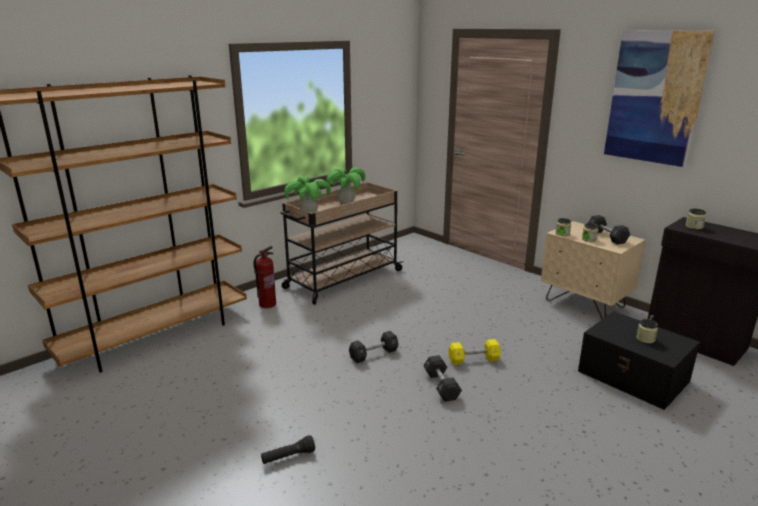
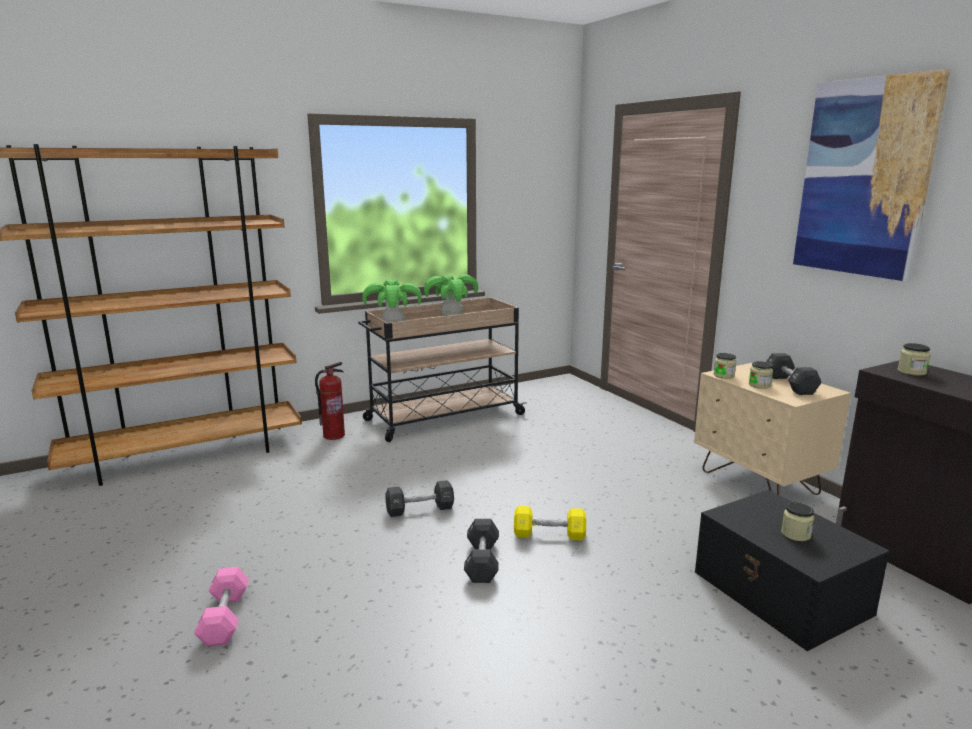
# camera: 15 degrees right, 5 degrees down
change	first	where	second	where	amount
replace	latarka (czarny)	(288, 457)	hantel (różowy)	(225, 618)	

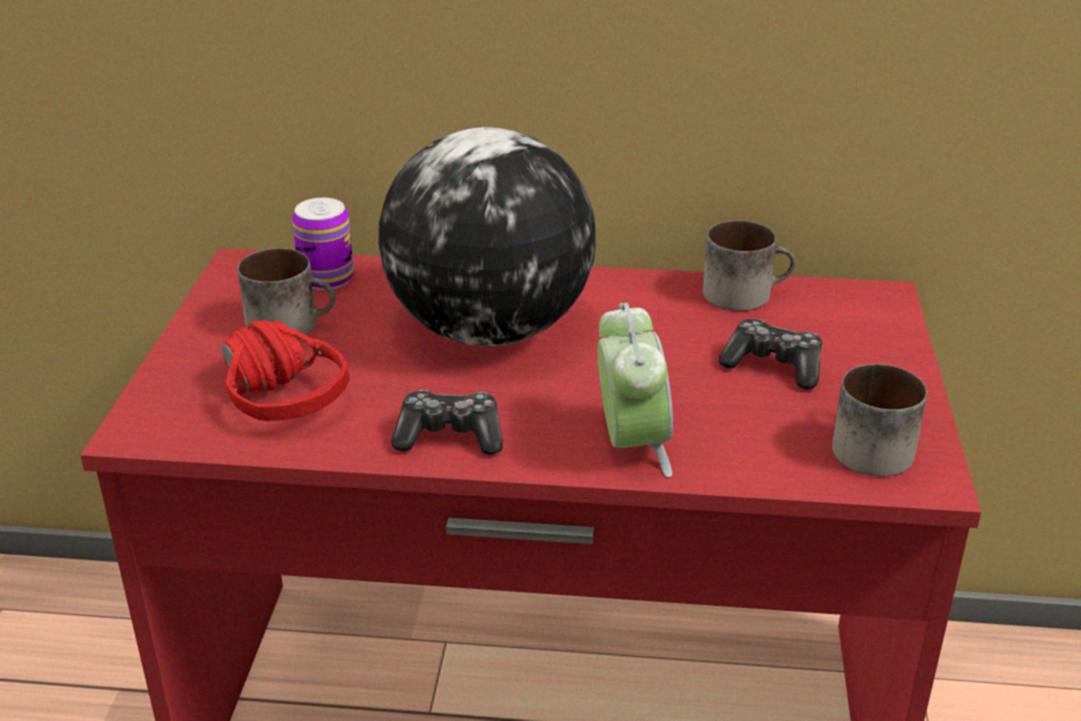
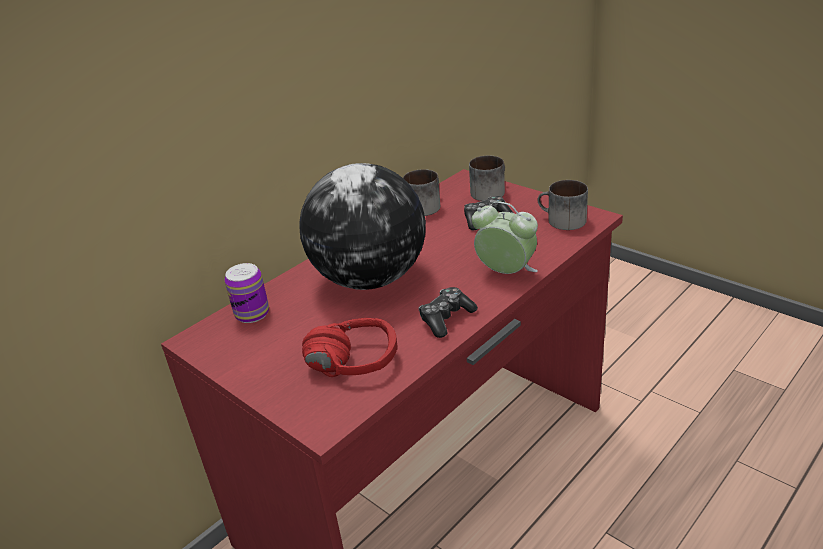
# camera: 50 degrees left, 0 degrees up
change	first	where	second	where	amount
move	kubek	(292, 324)		(489, 191)	

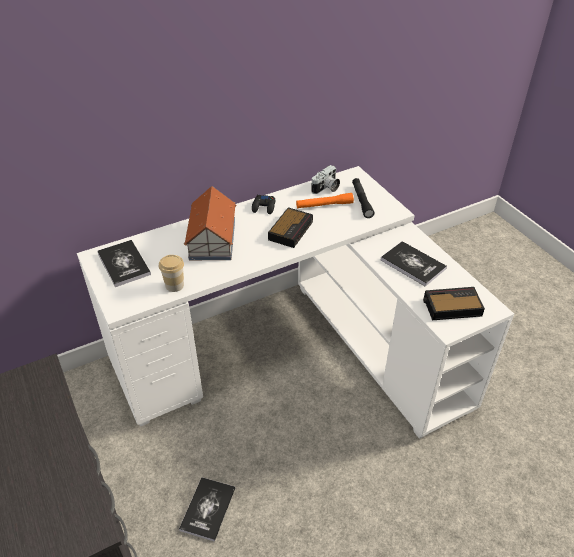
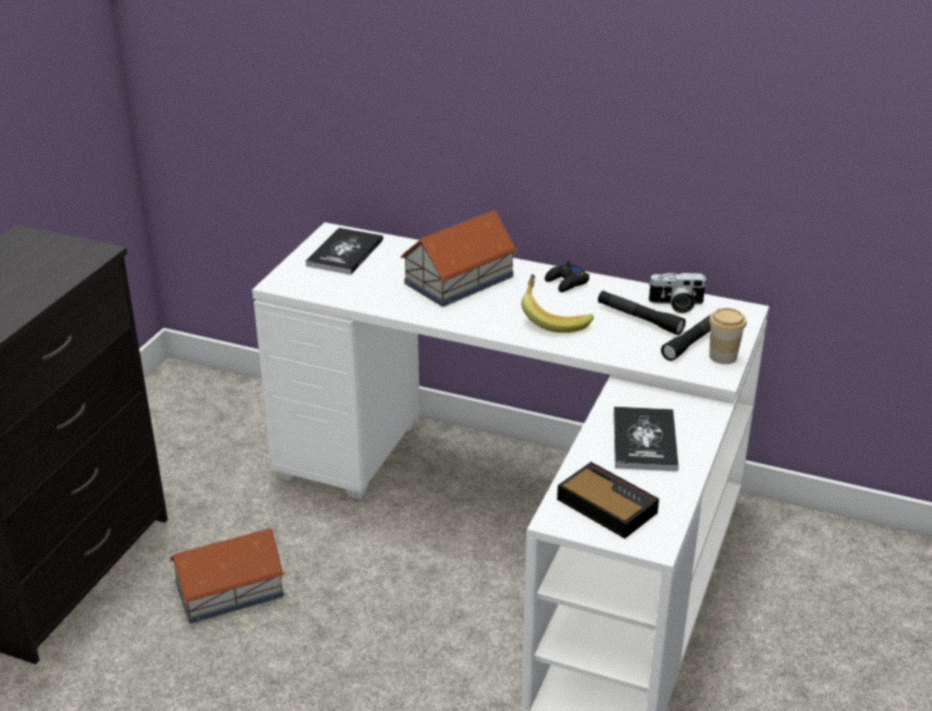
# camera: 50 degrees right, 10 degrees down
change	first	where	second	where	amount
move	filiżanka	(174, 285)		(723, 356)	
replace	książka	(208, 509)	domek	(228, 589)	
replace	budzik	(291, 230)	banan	(554, 318)	
recolor	latarka (pomarańczowy)	(324, 205)	latarka (czarny)	(639, 319)	

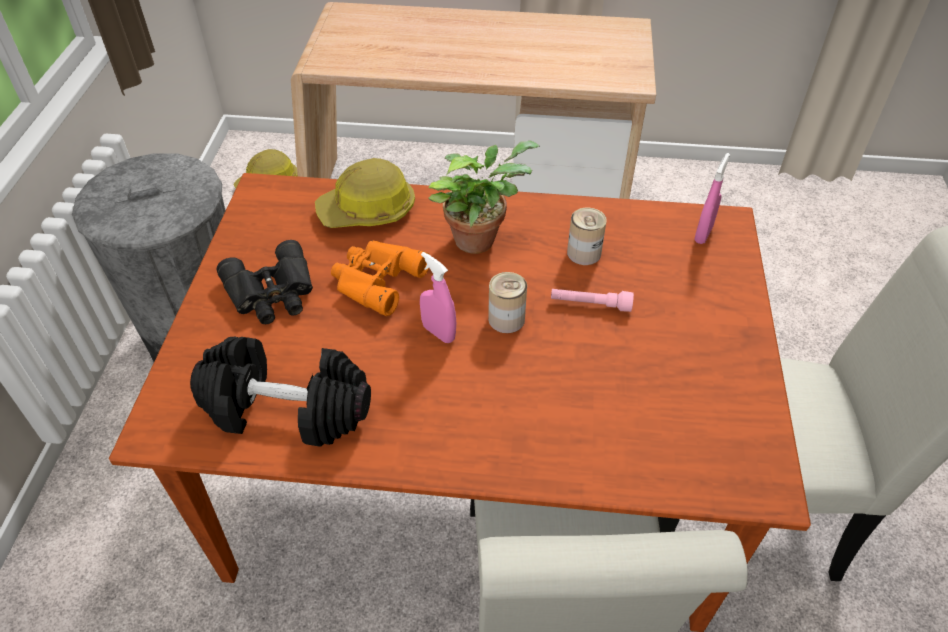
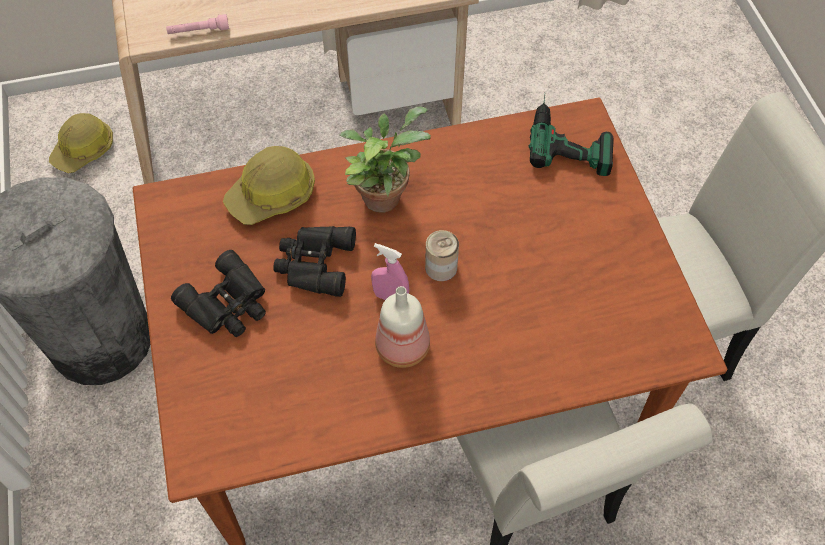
# camera: 20 degrees left, 10 degrees up
change	first	where	second	where	amount
delete	hantel (czarny)	(286, 410)			
delete	puszka	(584, 253)			
insert			butelka	(403, 345)	
move	latarka (różowy)	(590, 304)		(198, 31)	
replace	spryskiwacz (różowy)	(703, 234)	wiertarka	(570, 136)	
recolor	lornetka (pomarańczowy)	(375, 280)	lornetka (czarny)	(313, 264)	

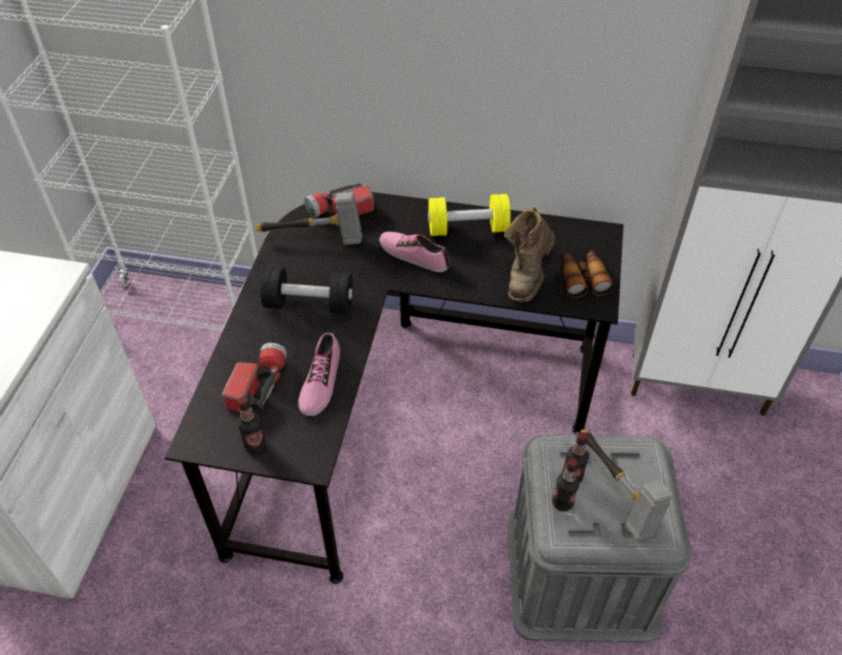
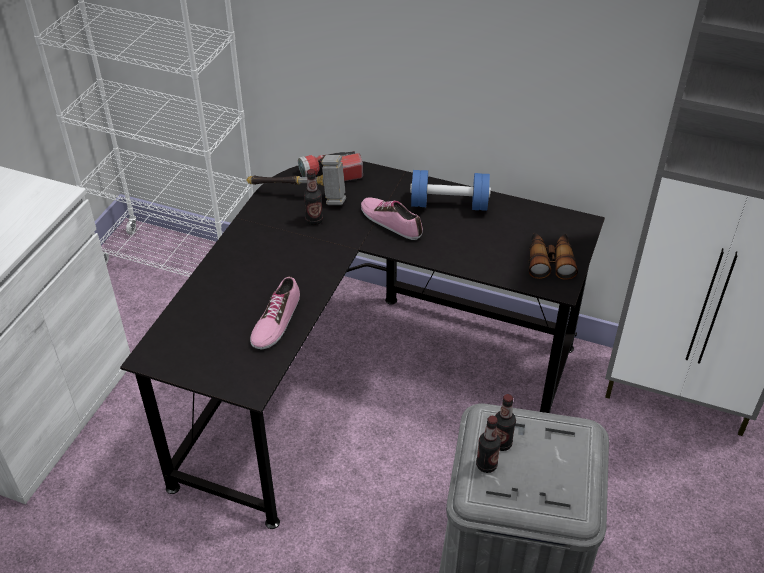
# camera: 10 degrees right, 5 degrees down
change	first	where	second	where	amount
delete	latarka	(258, 385)			
delete	hantel (czarny)	(309, 304)			
delete	but z cholewką (brązowy)	(527, 276)			
delete	młotek	(616, 491)			
move	butelka	(255, 445)		(314, 220)	
recolor	hantel (żółty)	(468, 229)	hantel (niebieski)	(449, 204)	

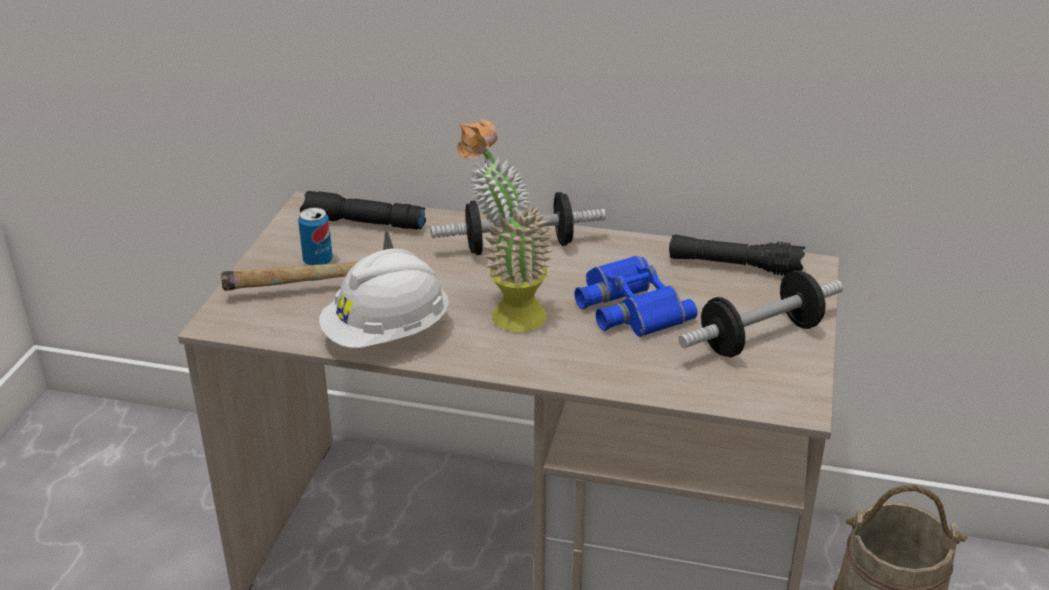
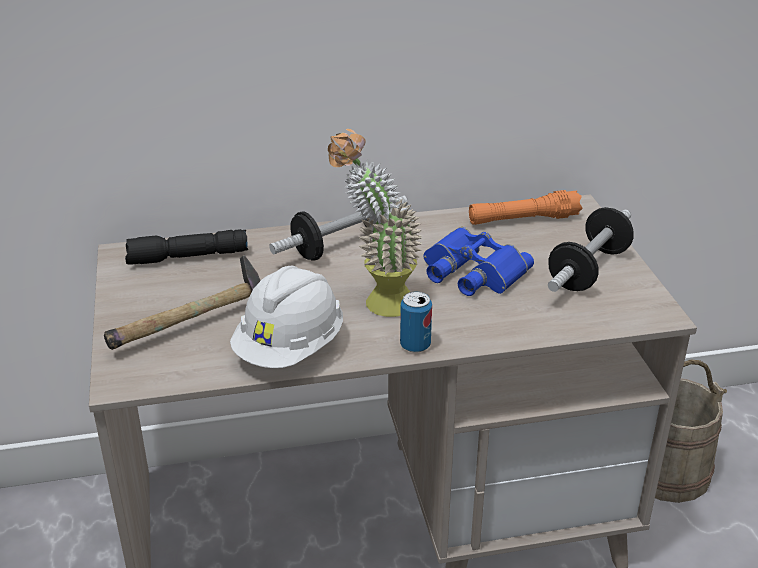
# camera: 25 degrees left, 0 degrees up
change	first	where	second	where	amount
move	puszka	(318, 261)		(415, 345)	
recolor	latarka (czarny)	(734, 266)	latarka (pomarańczowy)	(523, 219)	

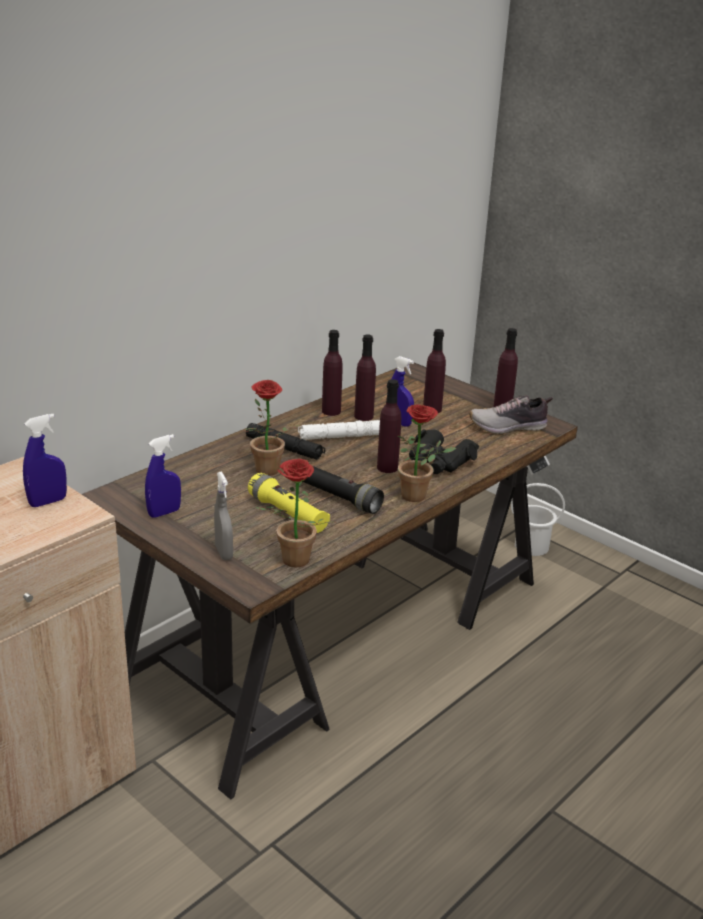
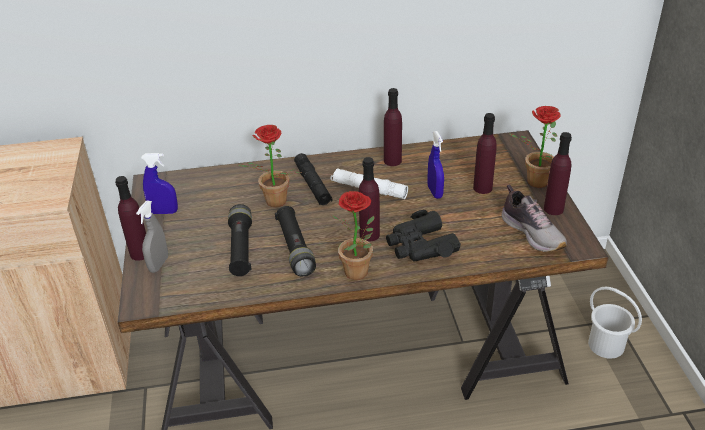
# camera: 40 degrees right, 10 degrees up
change	first	where	second	where	amount
delete	spryskiwacz (niebieski)	(48, 502)			
move	roślina doniczkowa	(291, 562)		(533, 182)	
move	butelka (fioletowy)	(363, 416)		(140, 253)	
recolor	latarka (żółty)	(287, 514)	latarka (czarny)	(241, 248)	
rotate	but	(508, 427)		(532, 233)	150 degrees counterclockwise

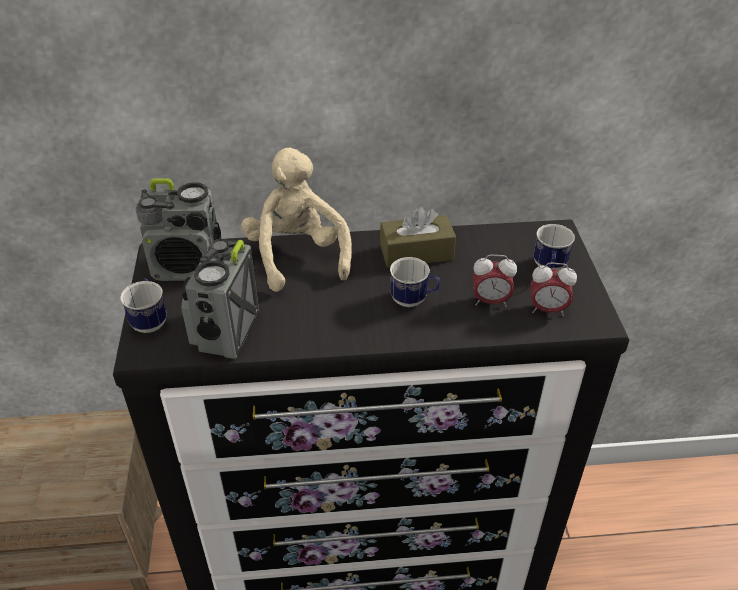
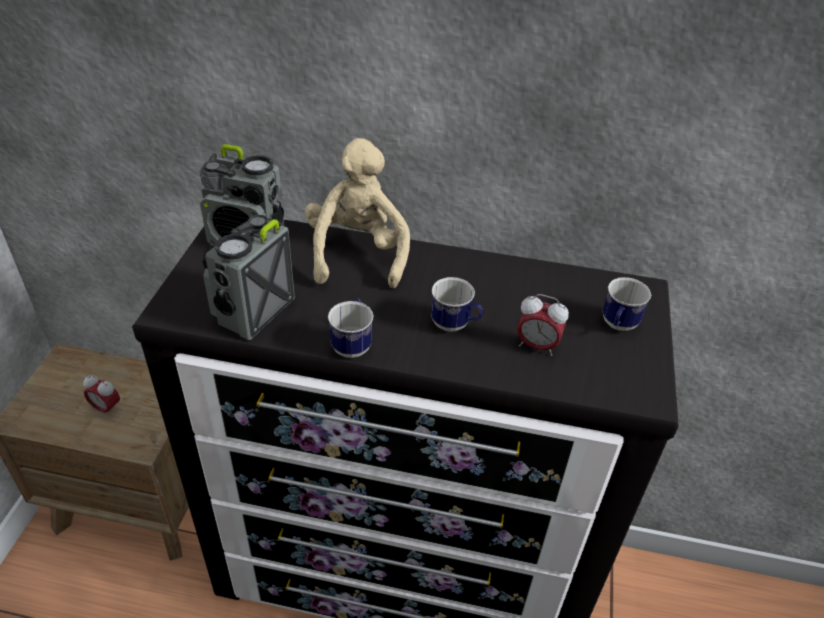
# camera: 15 degrees right, 0 degrees up
change	first	where	second	where	amount
delete	pudełko chusteczek (brązowy)	(416, 252)			
move	kubek	(150, 320)		(352, 344)	
move	budzik	(547, 309)		(106, 408)	

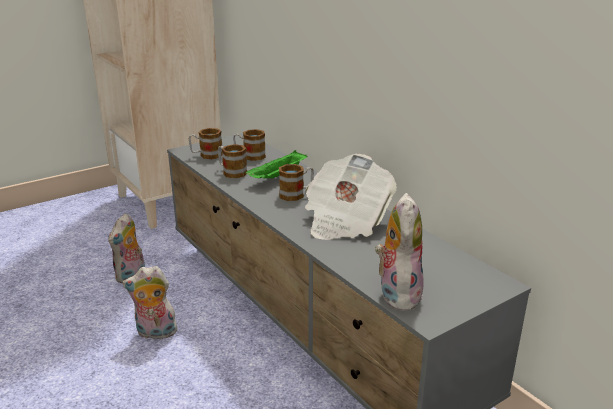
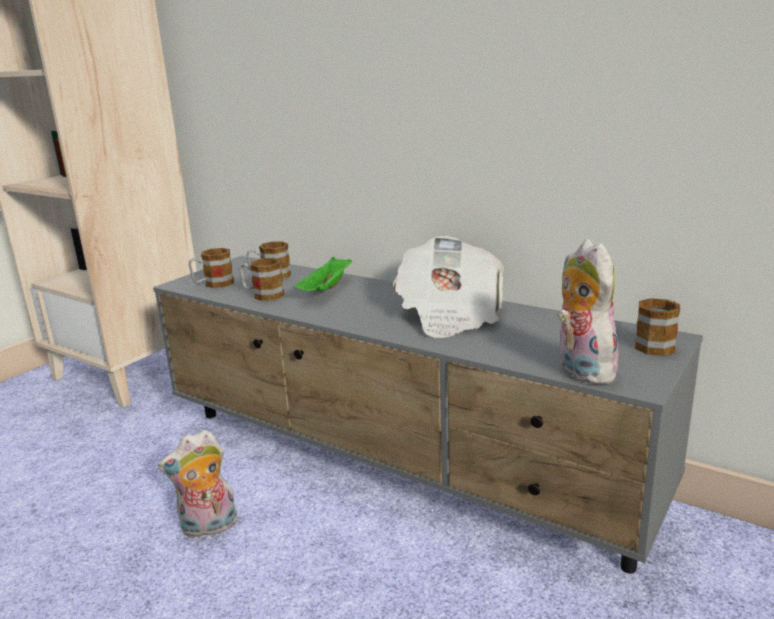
# camera: 20 degrees left, 5 degrees down
change	first	where	second	where	amount
delete	pluszak	(131, 276)			
move	kubek	(296, 194)		(658, 344)	

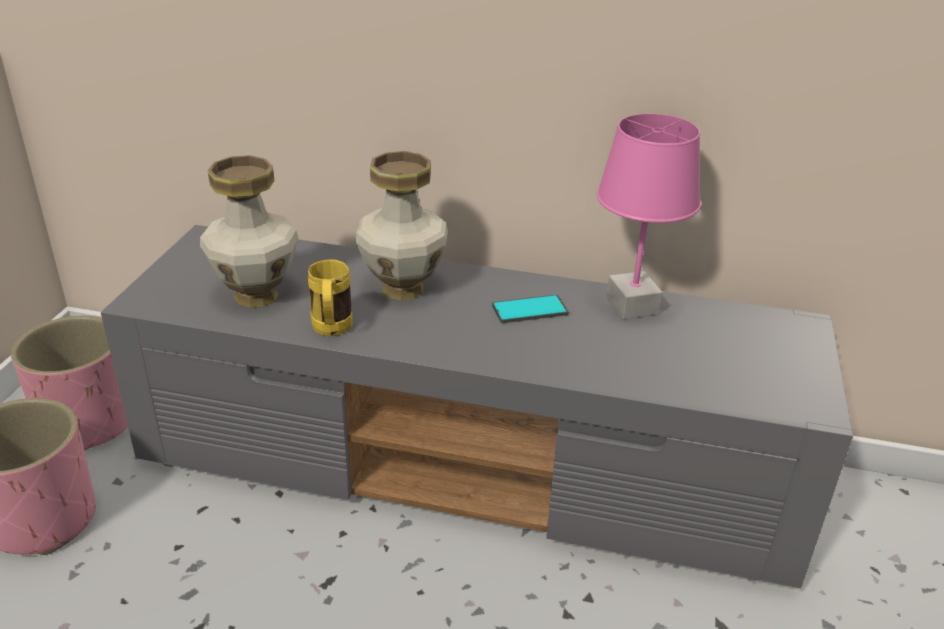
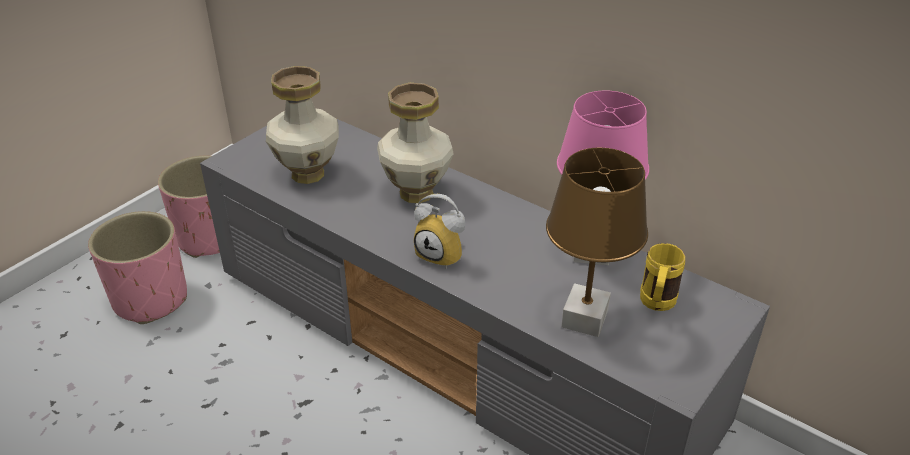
# camera: 25 degrees right, 5 degrees up
change	first	where	second	where	amount
delete	telefon	(529, 310)			
insert			budzik	(443, 255)	
insert			lampa stołowa (brązowy)	(584, 318)	
move	kubek (żółty)	(331, 331)		(656, 305)	

